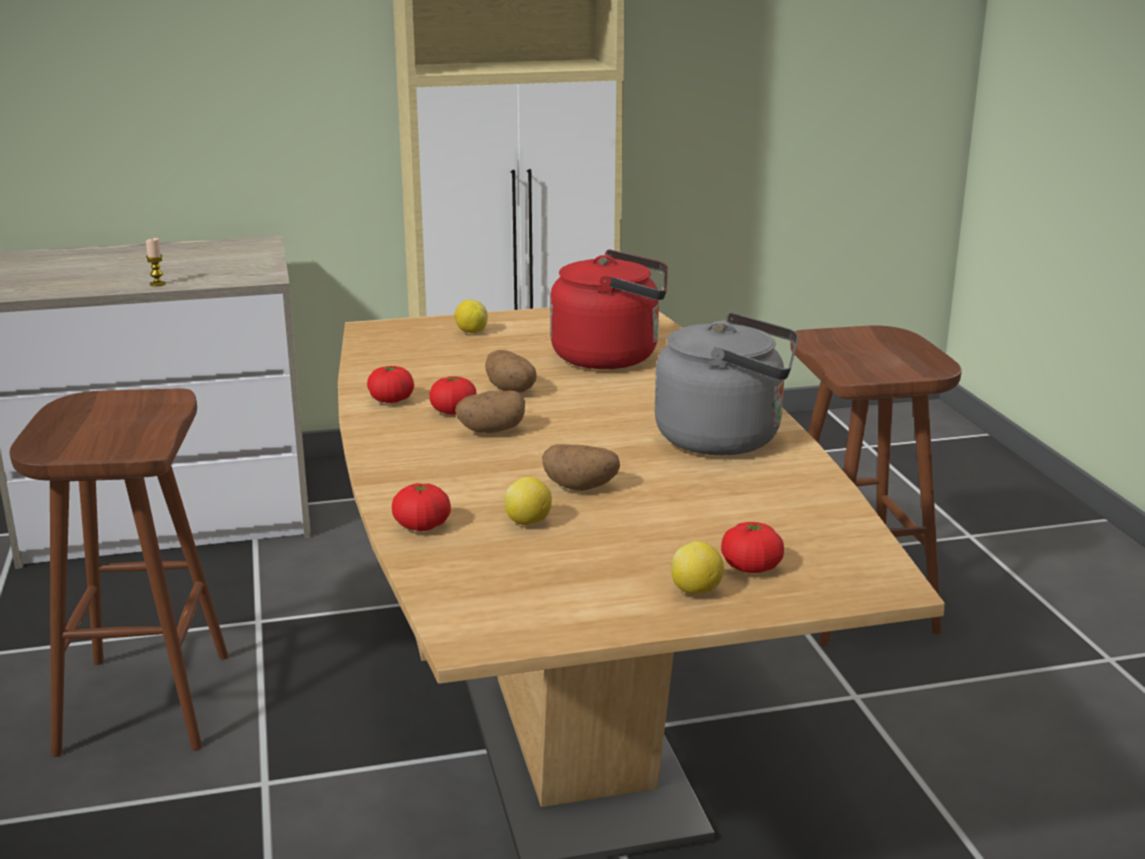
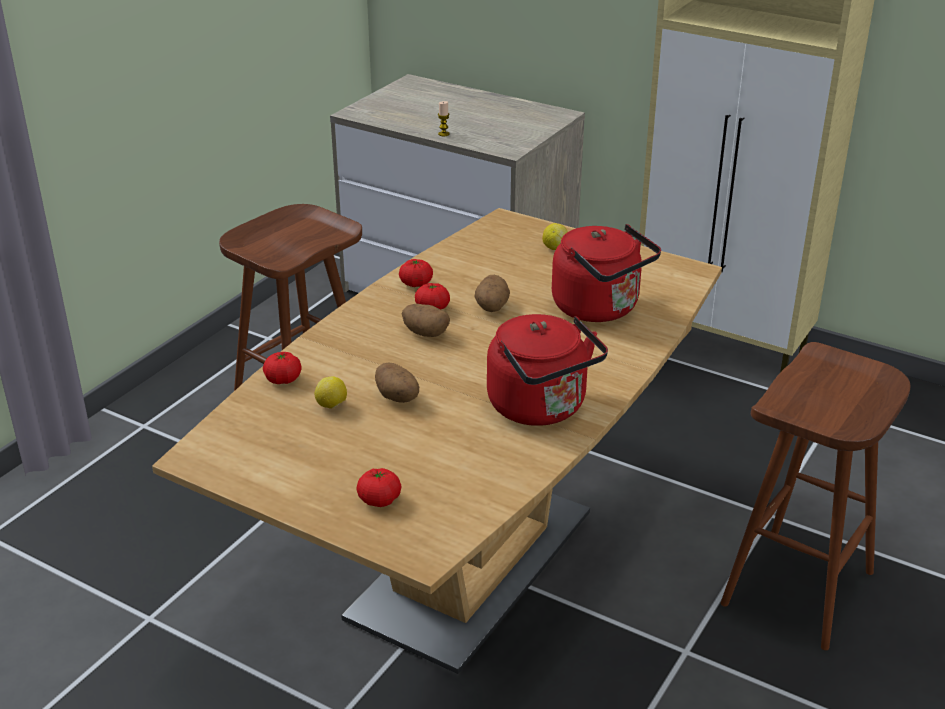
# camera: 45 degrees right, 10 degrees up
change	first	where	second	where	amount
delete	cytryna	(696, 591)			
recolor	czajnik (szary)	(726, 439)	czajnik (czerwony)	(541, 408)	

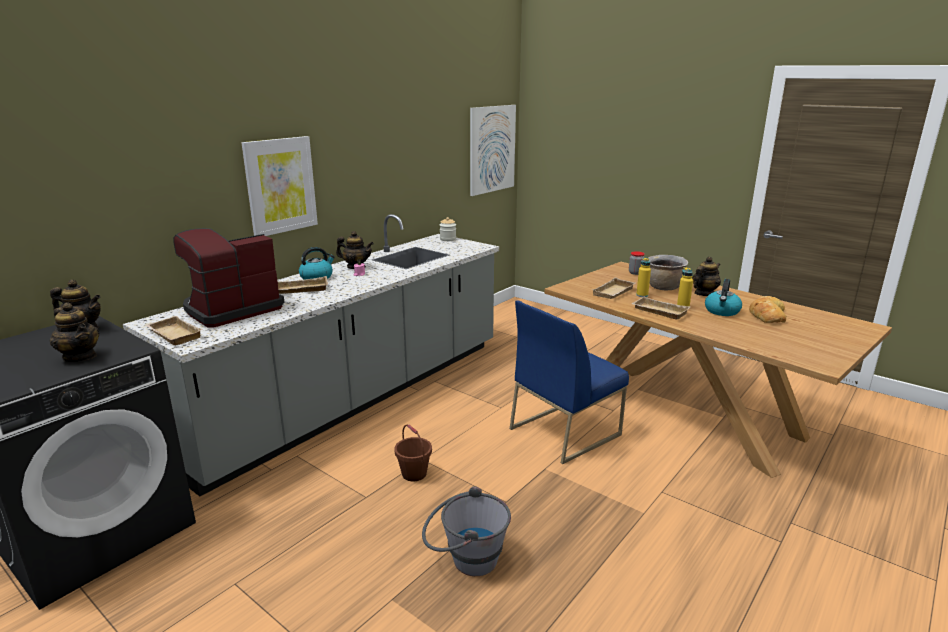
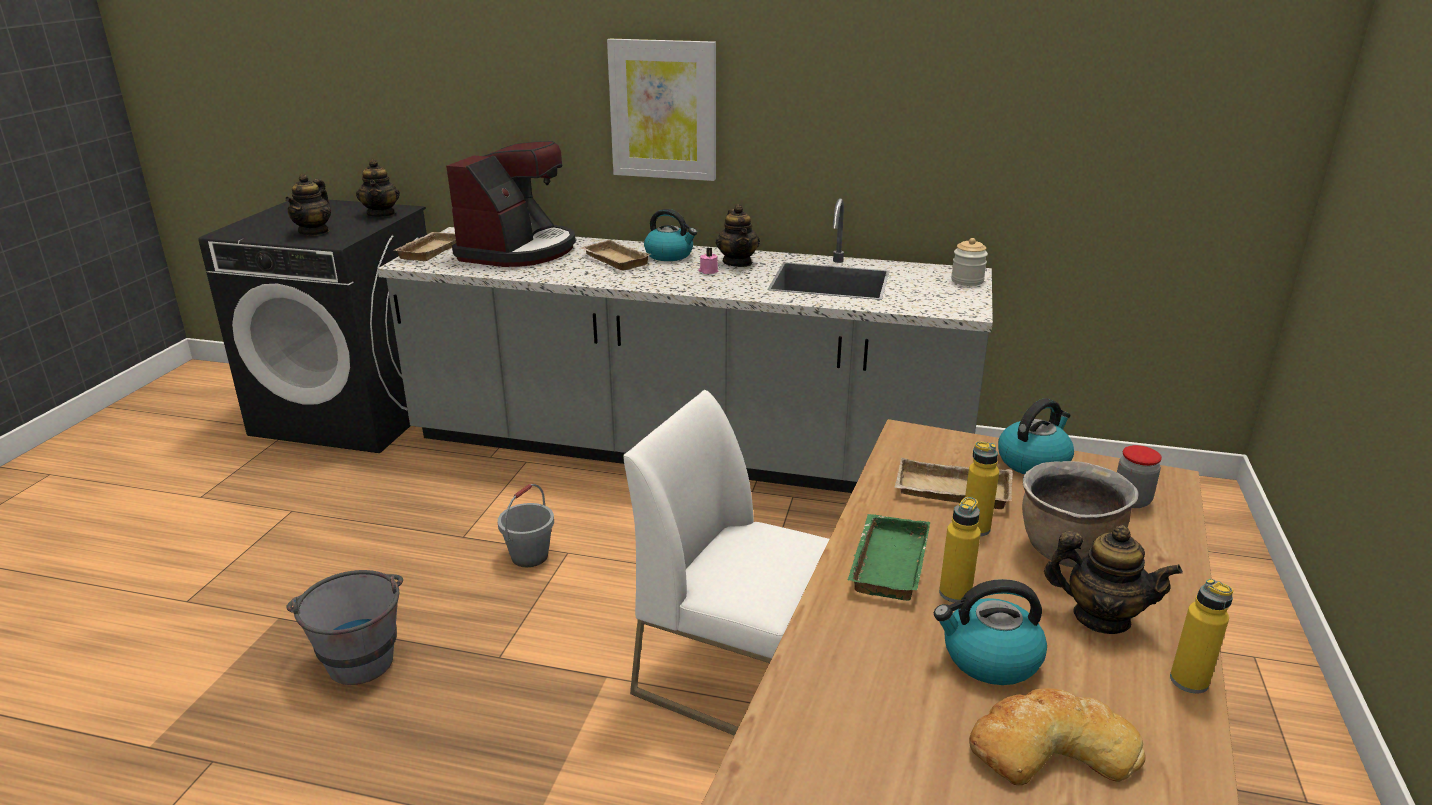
# camera: 65 degrees right, 5 degrees up
change	first	where	second	where	amount
delete	obraz	(492, 149)			
insert			czajnik	(1033, 461)	
insert			butelka (żółty)	(1189, 681)	
recolor	wiadro (brązowy)	(414, 474)	wiadro (szary)	(529, 556)	
recolor	krzesło (niebieski)	(565, 431)	krzesło (biały)	(739, 673)	
recolor	taca (beżowy)	(658, 312)	taca (zielony)	(886, 562)	
rotate	ekspres do kawy	(231, 309)		(518, 250)	90 degrees clockwise

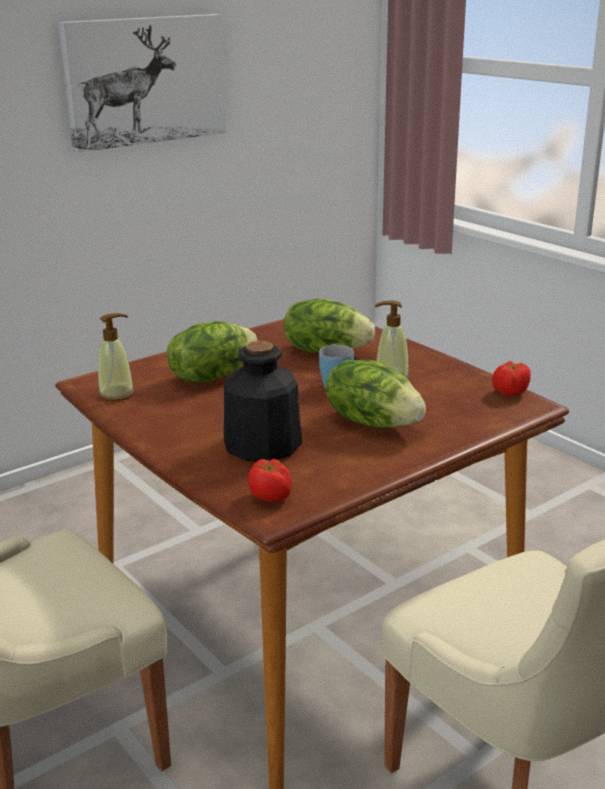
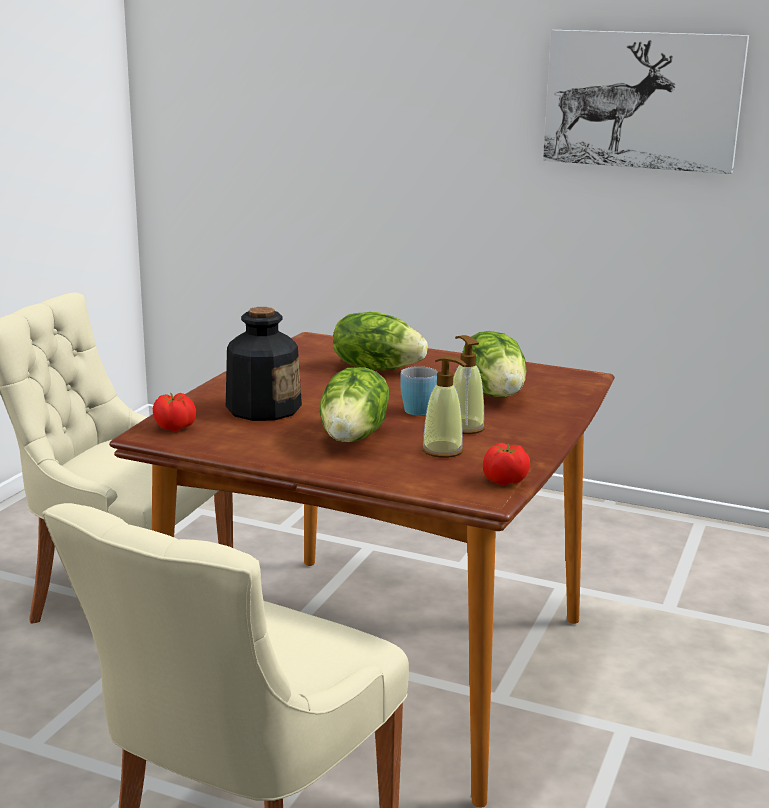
# camera: 60 degrees right, 5 degrees down
change	first	where	second	where	amount
move	dozownik mydła	(117, 394)		(443, 451)	

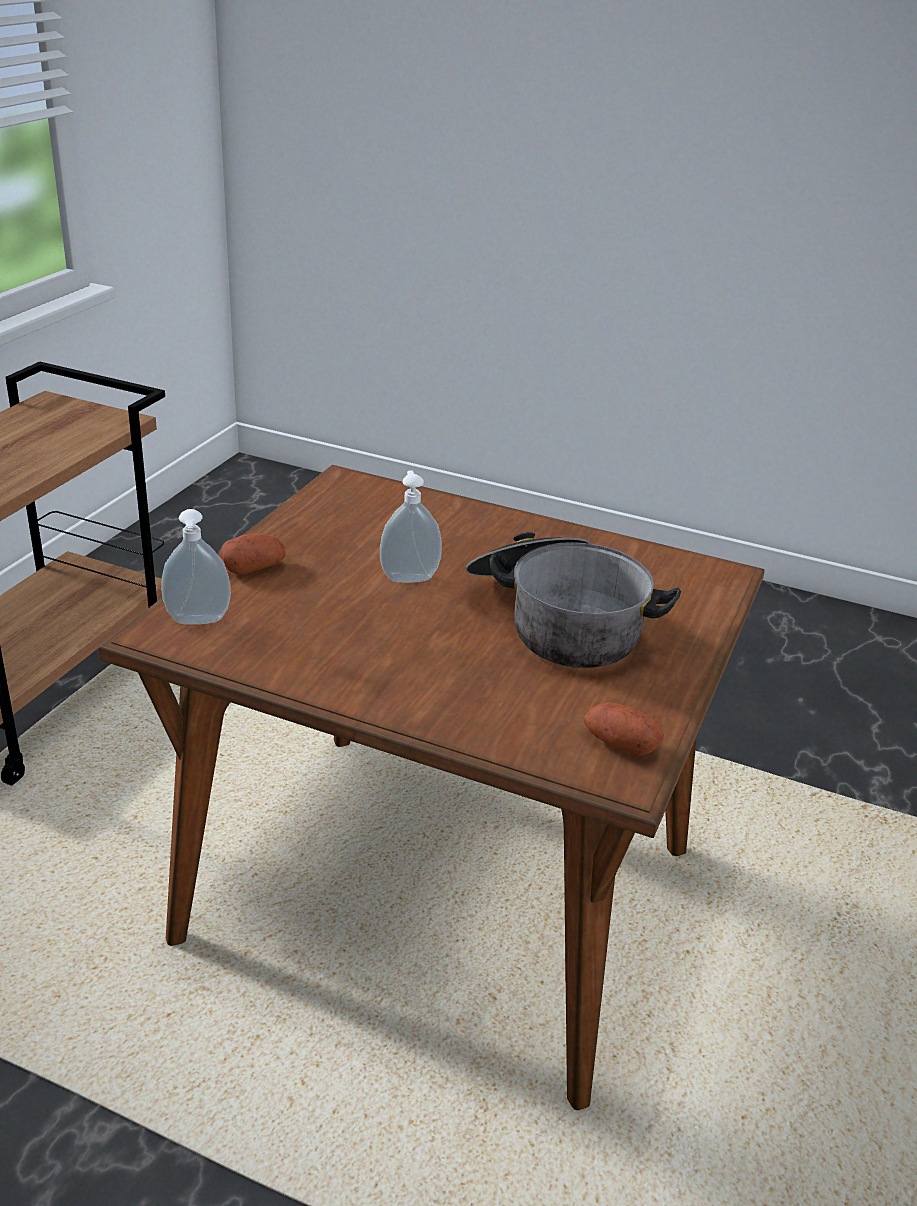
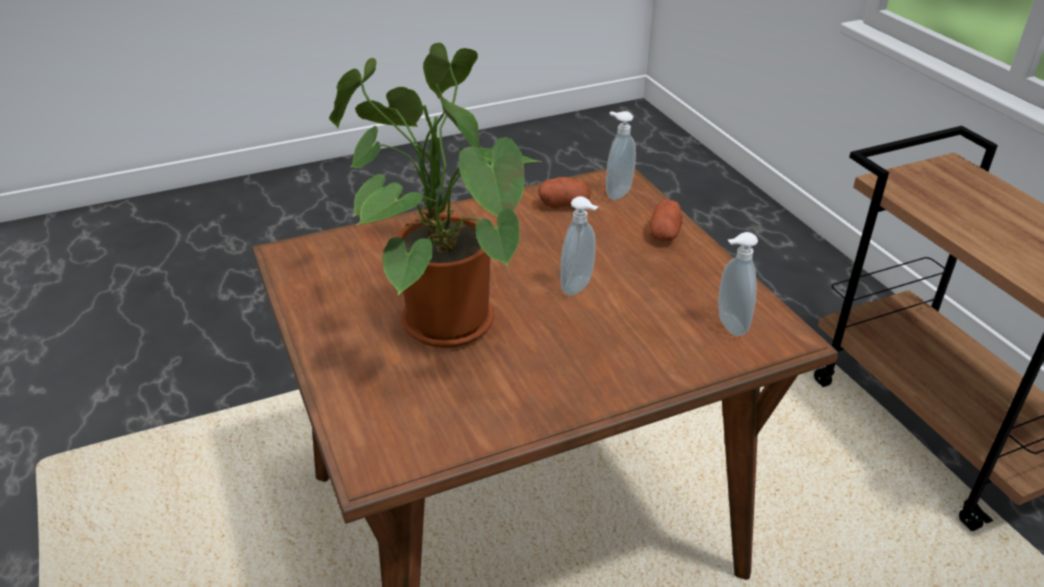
# camera: 135 degrees right, 5 degrees up
change	first	where	second	where	amount
insert			dozownik mydła	(728, 325)	
move	ziemniak	(620, 744)		(564, 204)	
replace	garnek	(557, 622)	roślina doniczkowa	(439, 318)	

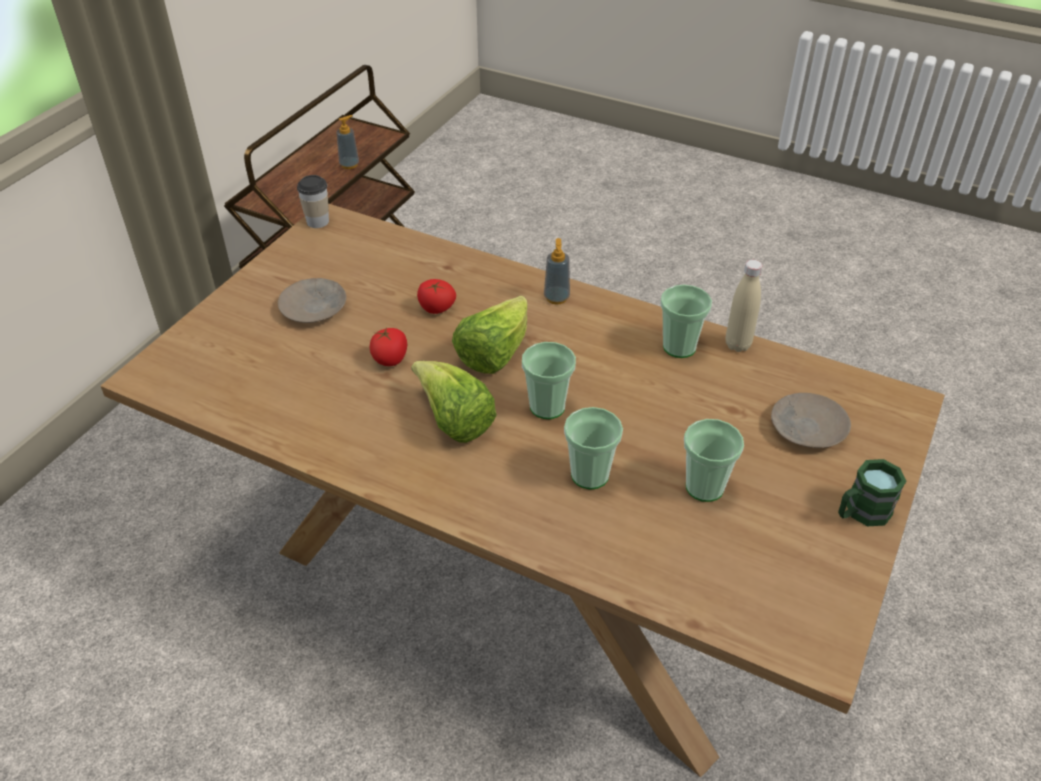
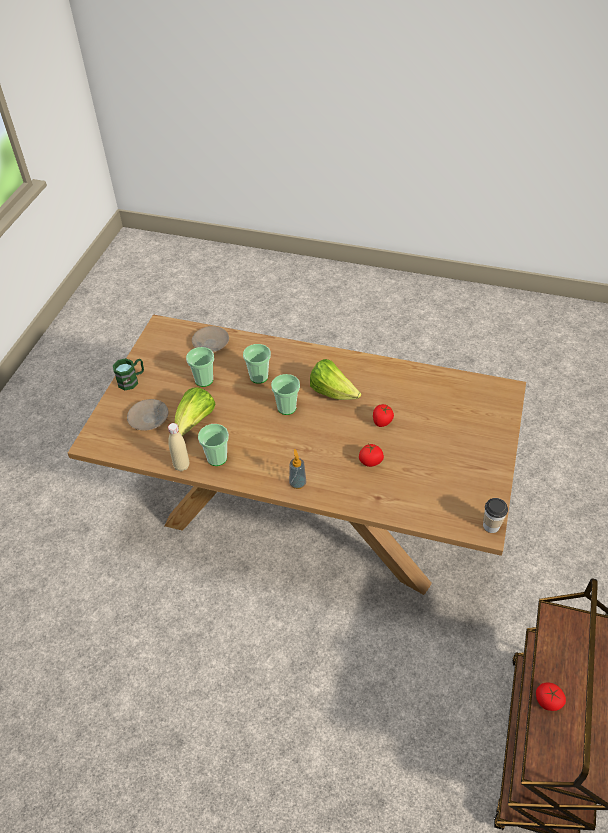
# camera: 170 degrees right, 5 degrees up
change	first	where	second	where	amount
move	talerz (beżowy)	(314, 307)		(210, 343)	
move	sałata	(494, 354)		(195, 423)	
replace	dozownik mydła	(349, 165)	pomidor	(548, 700)	

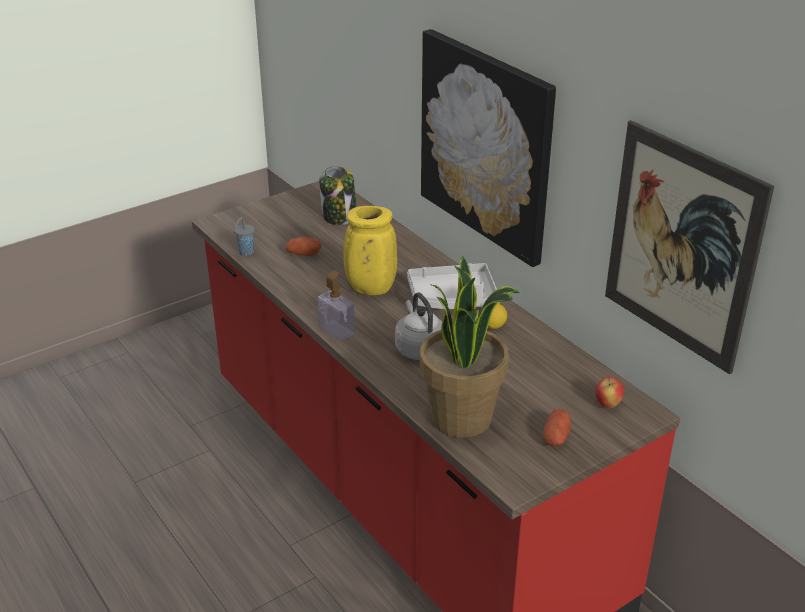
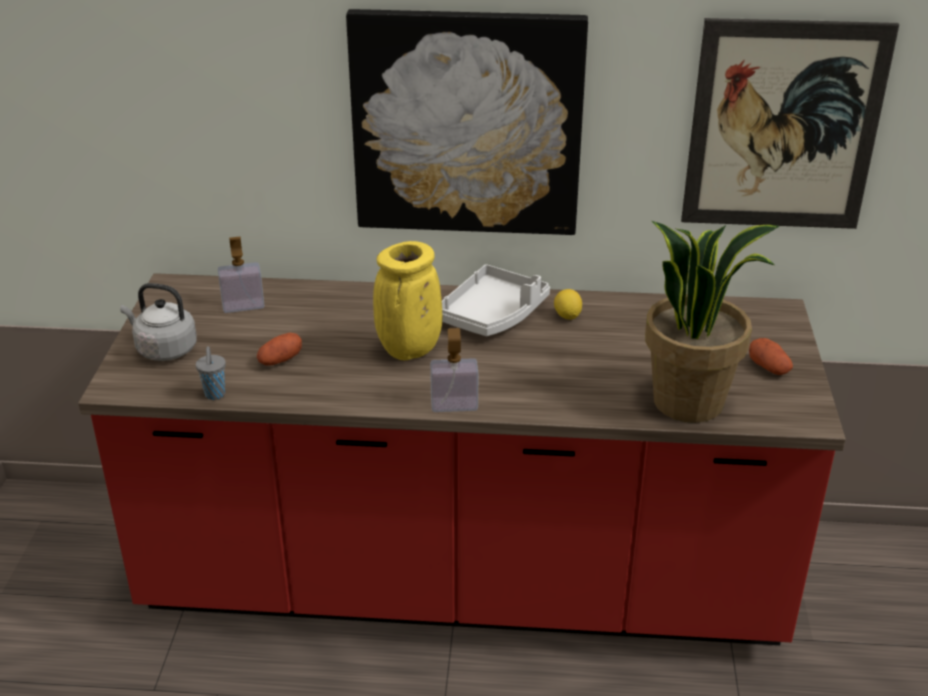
# camera: 50 degrees left, 0 degrees up
change	first	where	second	where	amount
delete	jabłko	(607, 404)			
move	czajnik (szary)	(419, 348)		(164, 349)	
replace	słoik	(339, 216)	dozownik mydła	(243, 305)	

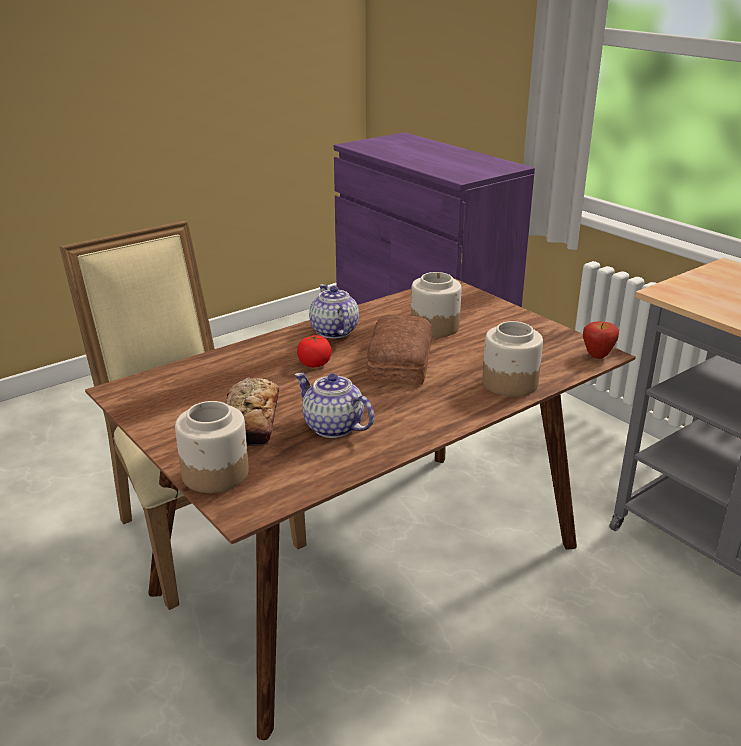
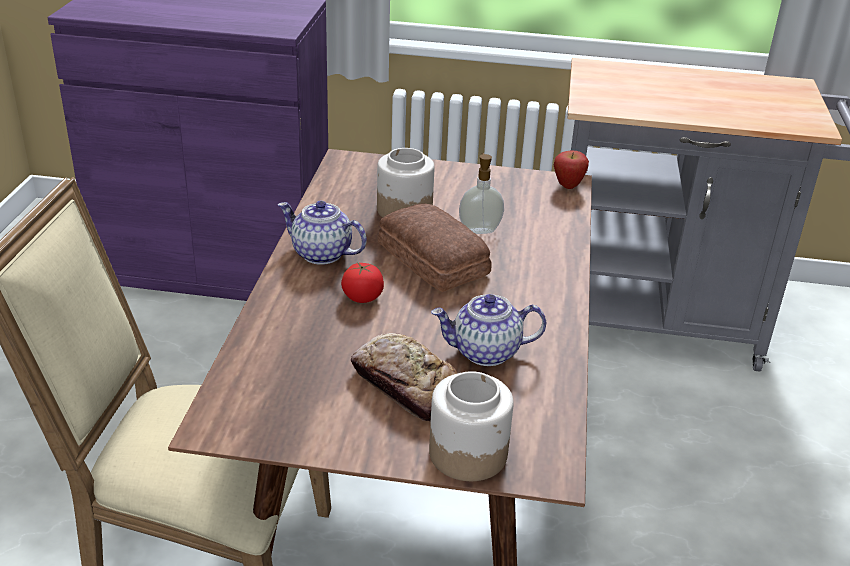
# camera: 45 degrees left, 5 degrees up
change	first	where	second	where	amount
delete	słoik	(509, 383)			
insert			dozownik mydła	(479, 230)	

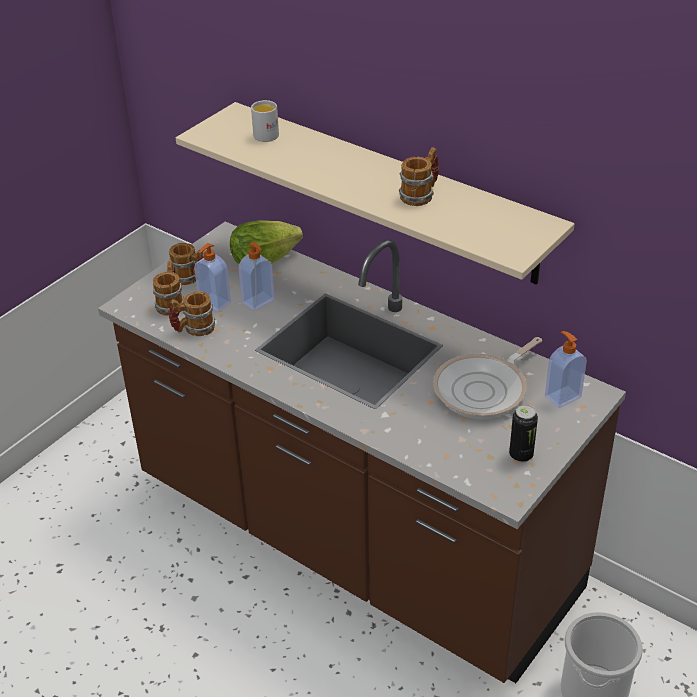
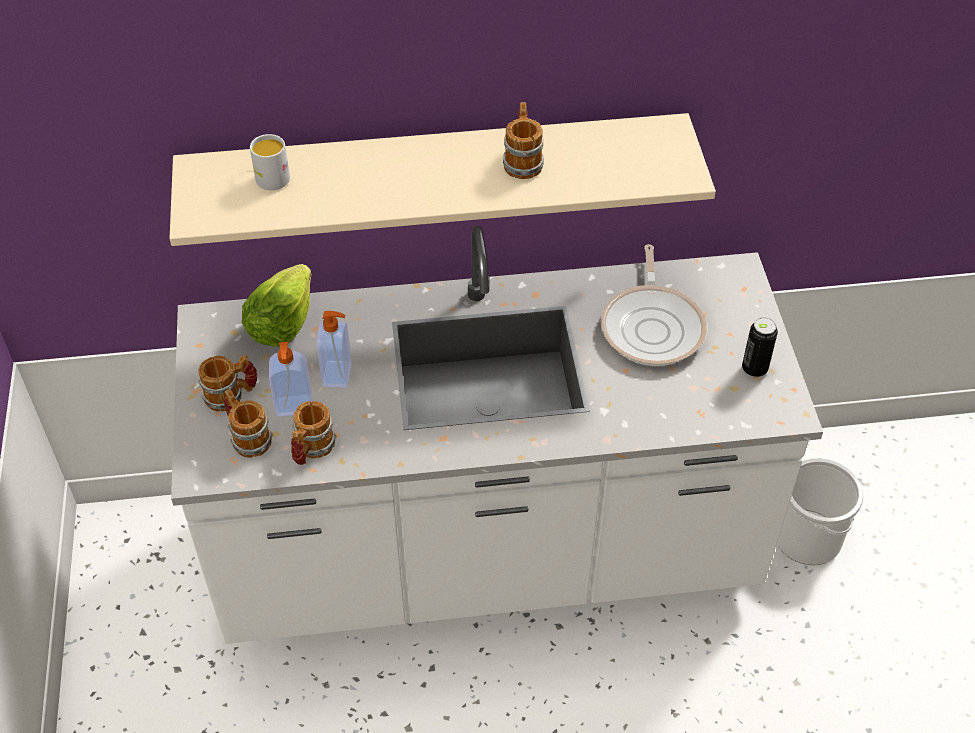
# camera: 45 degrees left, 10 degrees up
change	first	where	second	where	amount
delete	dozownik mydła	(562, 396)			
recolor	zabudowa kuchenna (brązowy)	(353, 539)	zabudowa kuchenna (biały)	(487, 555)	

